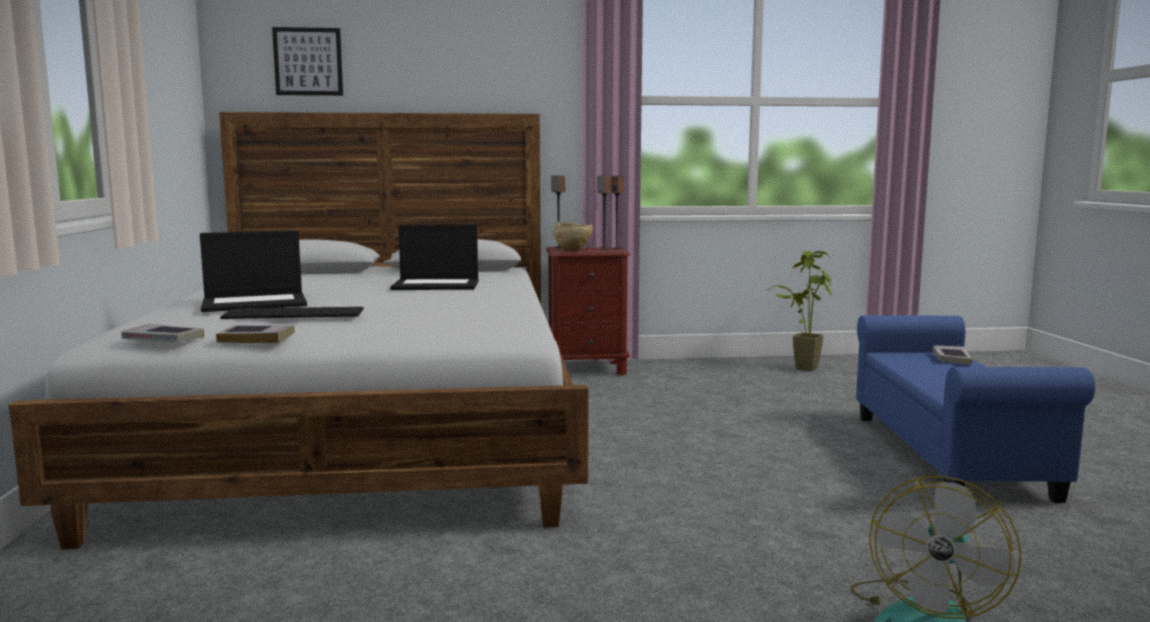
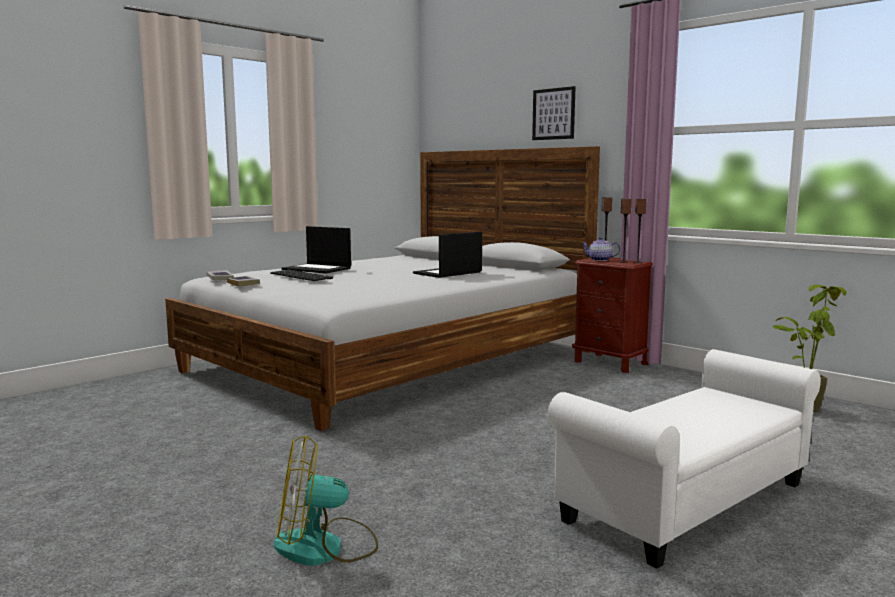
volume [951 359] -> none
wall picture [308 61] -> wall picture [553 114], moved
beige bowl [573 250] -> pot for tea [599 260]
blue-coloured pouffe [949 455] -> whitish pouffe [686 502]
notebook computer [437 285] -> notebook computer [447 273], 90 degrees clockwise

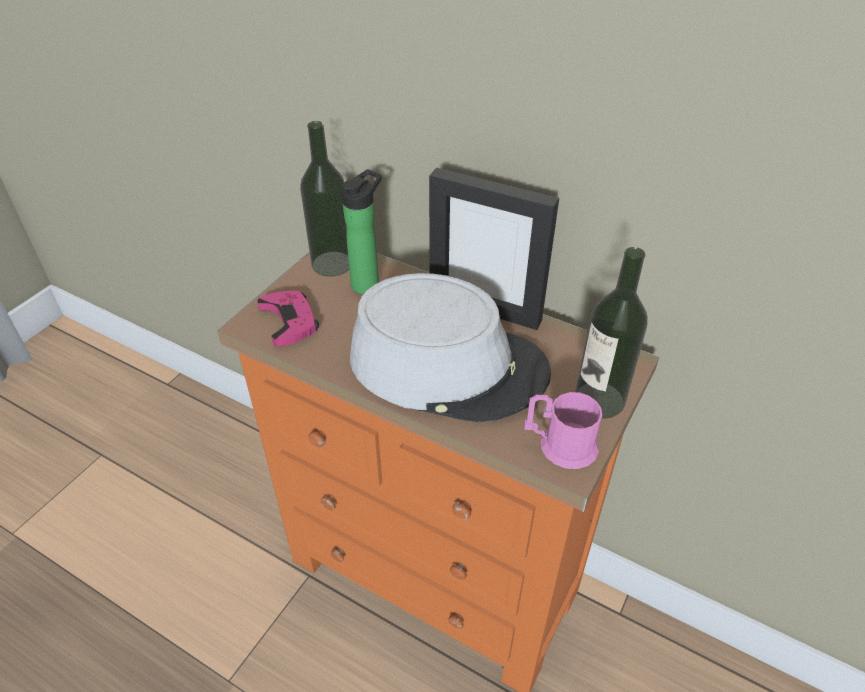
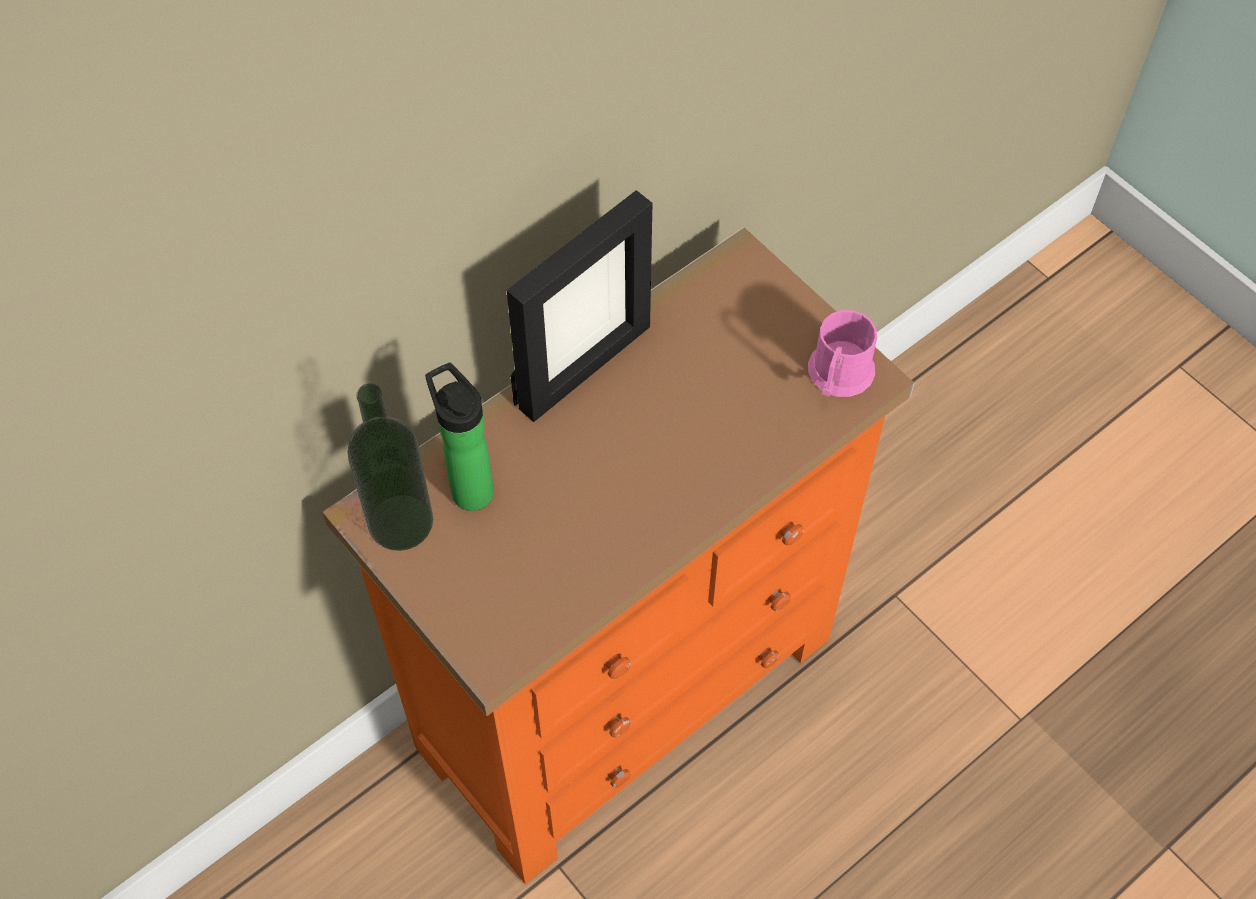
pink gamepad [289 321] -> none
greyish wearable hat [448 365] -> none
bottle [599 400] -> none

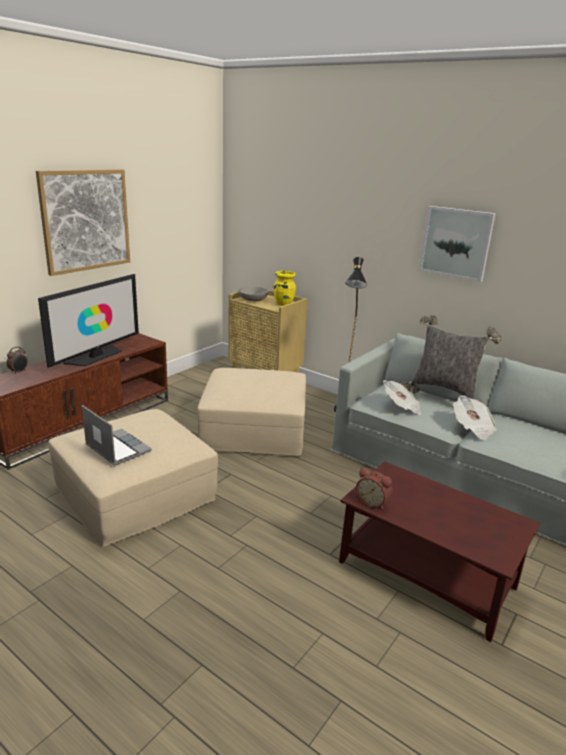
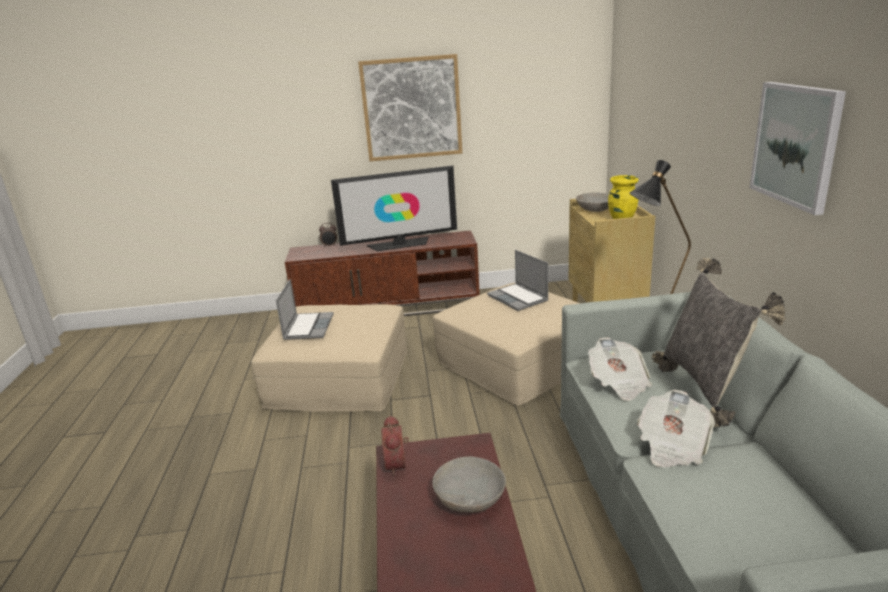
none -> greyish bowl [470 498]
none -> notebook computer [518 298]

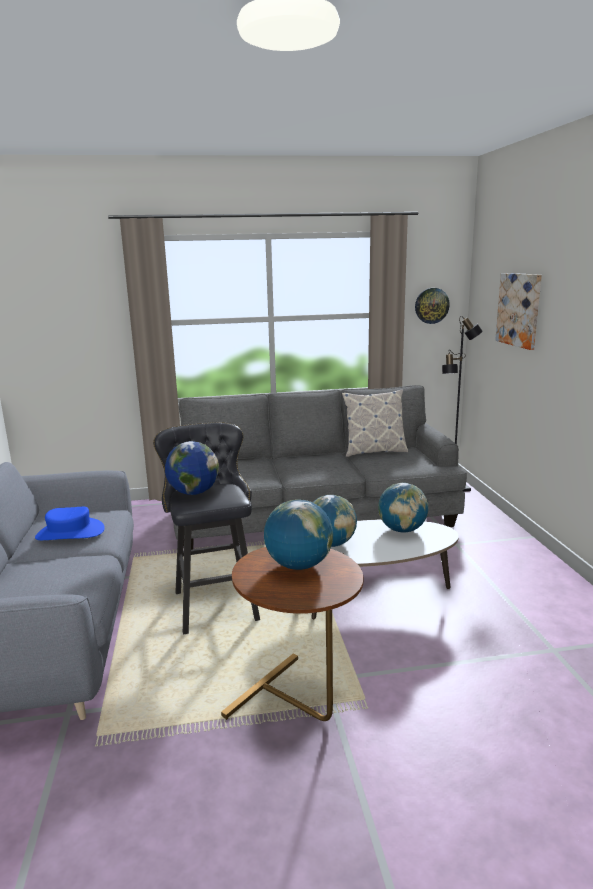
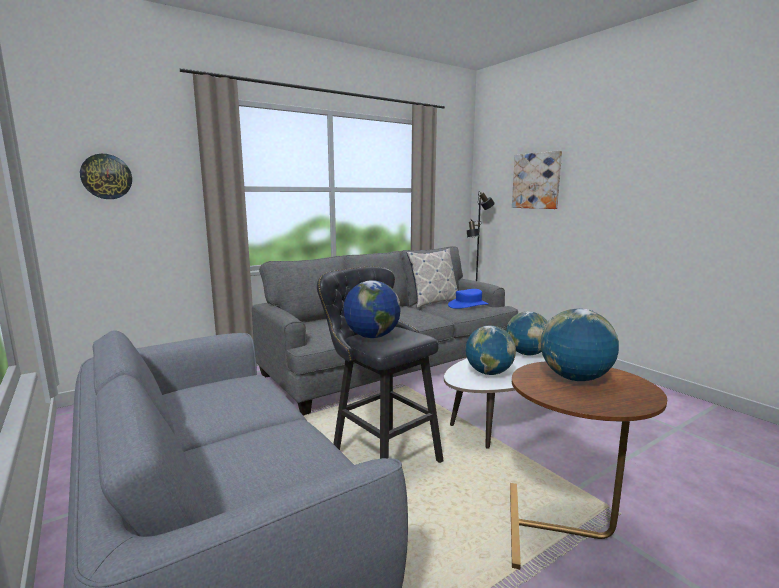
blue-coloured wearable hat [70 533] -> blue-coloured wearable hat [468 305], moved
wall clock [431 305] -> wall clock [106 176], moved

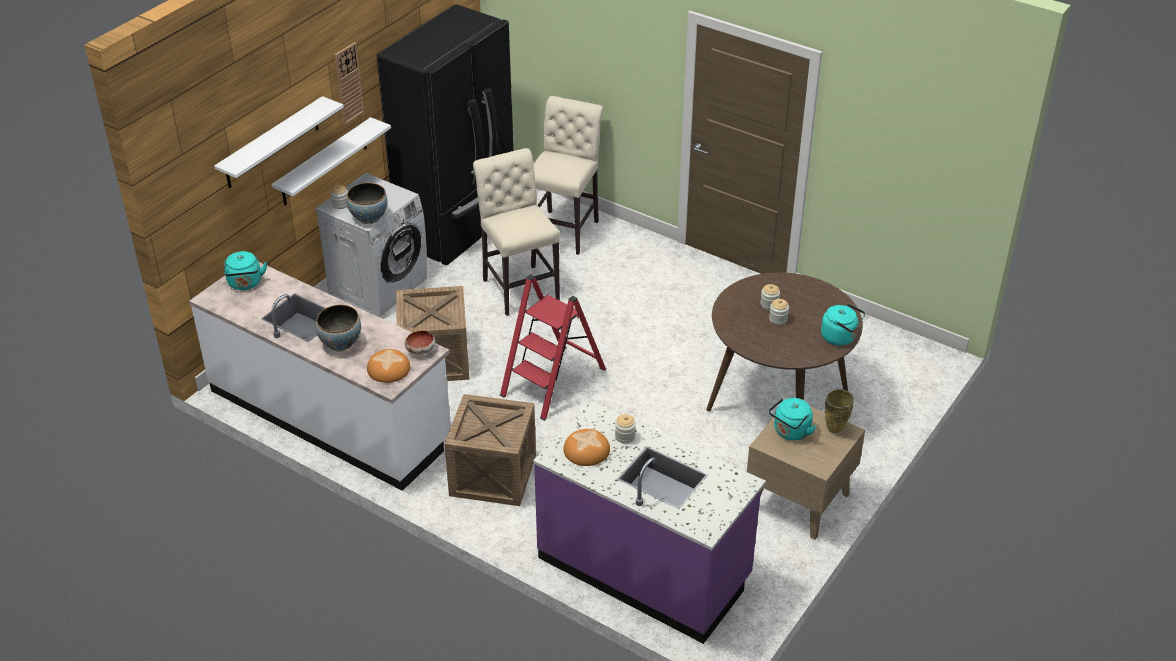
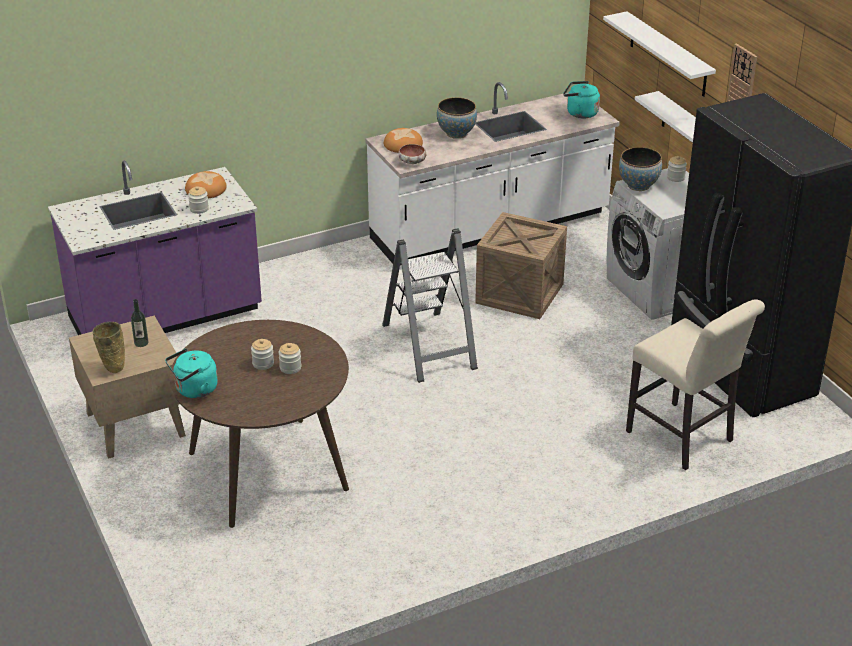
shipping crate [493 475] -> none
beige stool seat [519 287] -> none
turquoise tea kettle [790 432] -> bottle [141 343]
reddish step ladder [554 381] -> greyish step ladder [429 347]

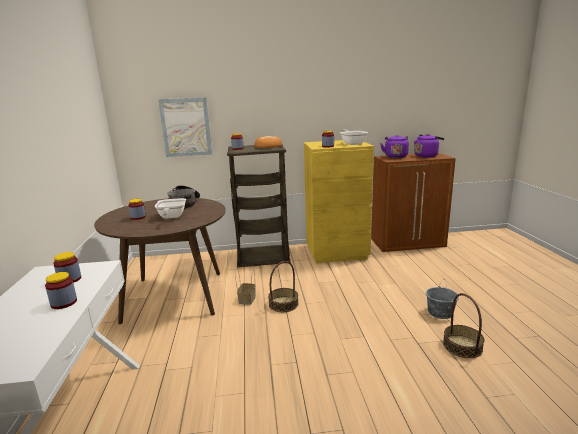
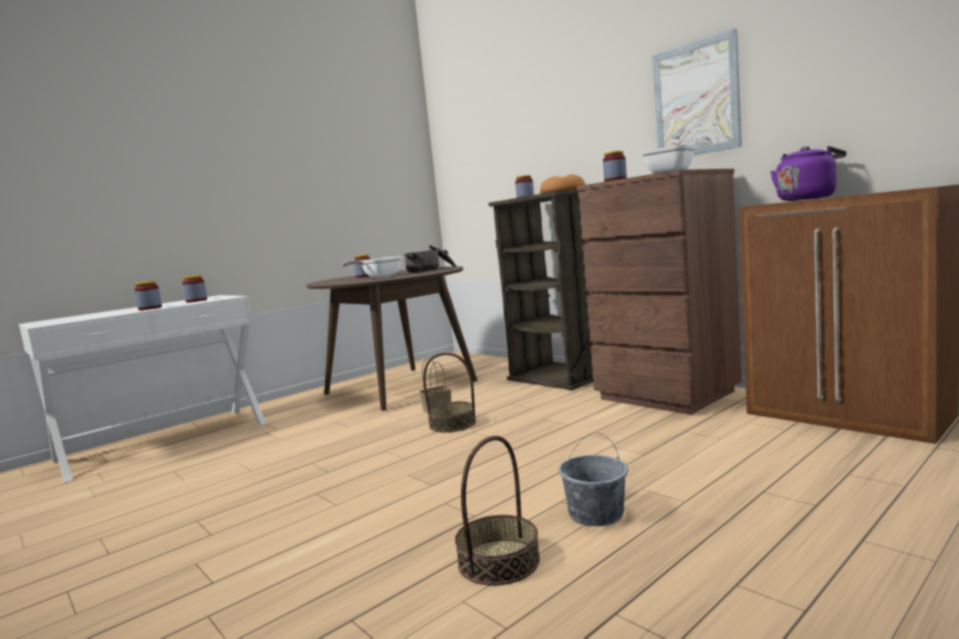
purple-coloured tea kettle [426 156] -> none
wall picture [186 127] -> wall picture [696 99], moved
yellow-coloured drawer chest [337 251] -> brown-coloured drawer chest [668 395]

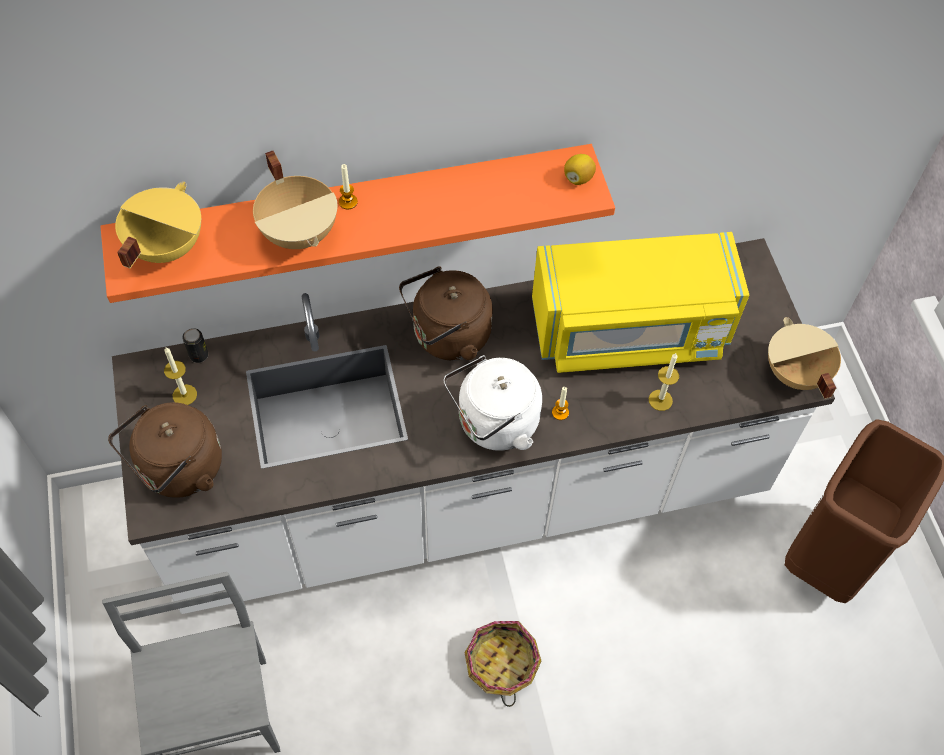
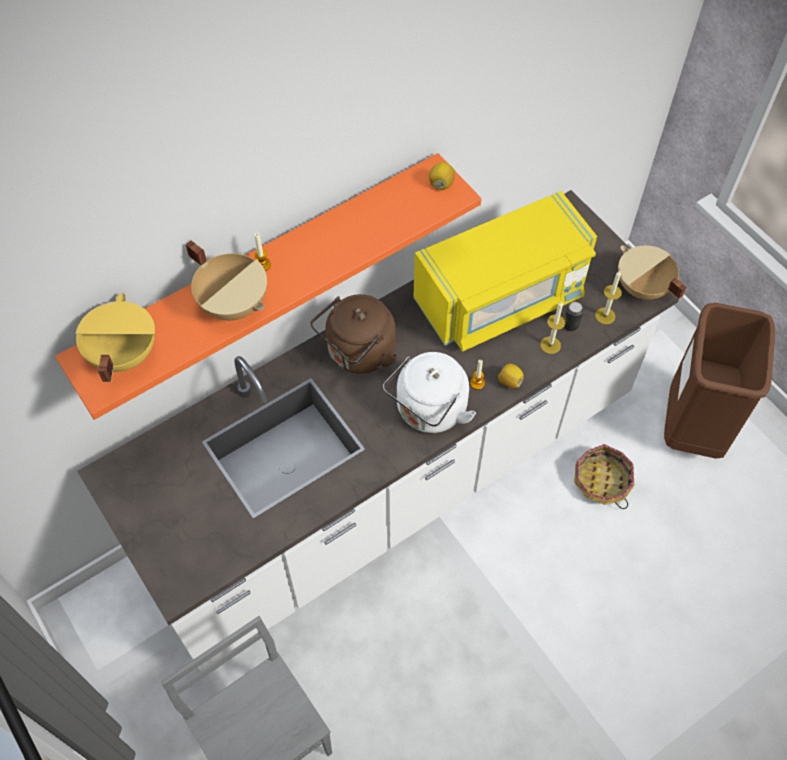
brown-coloured tea kettle [178 470] -> none
none -> citrus fruit [509 381]
candle [184 395] -> candle [605 316], moved
can [199 355] -> can [570 325], moved
storage basket [501 663] -> storage basket [601 482], moved

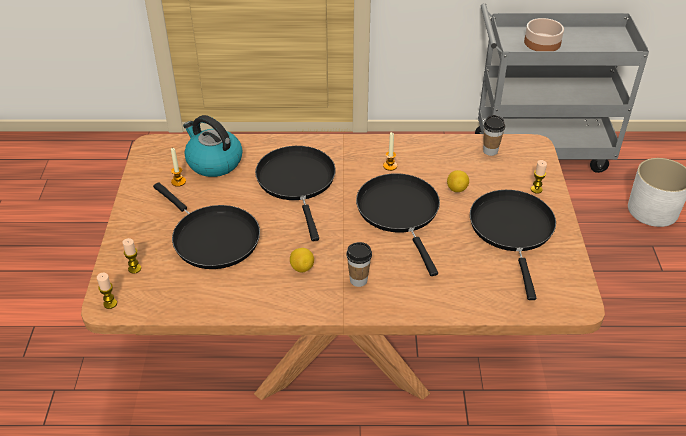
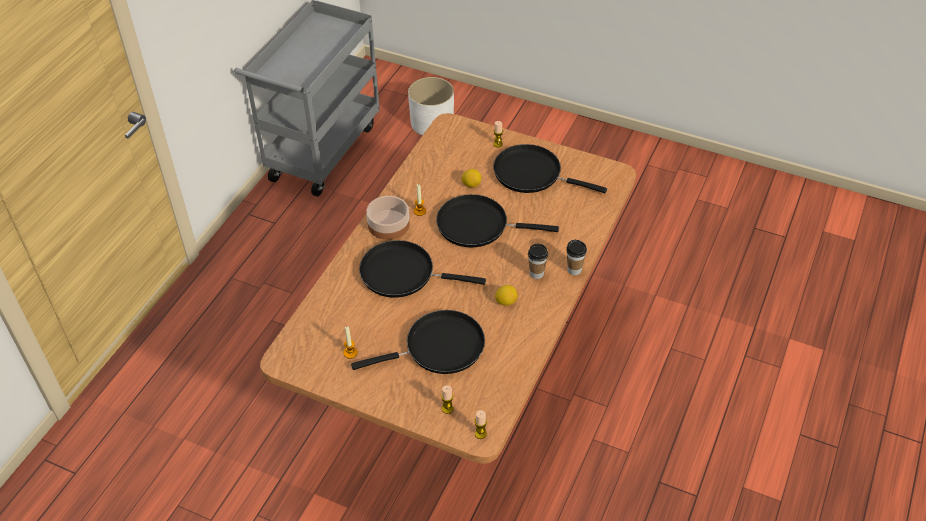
tea kettle [213 162] -> none
small cup [490 151] -> small cup [574 270], moved
bowl [543 43] -> bowl [389 224], moved

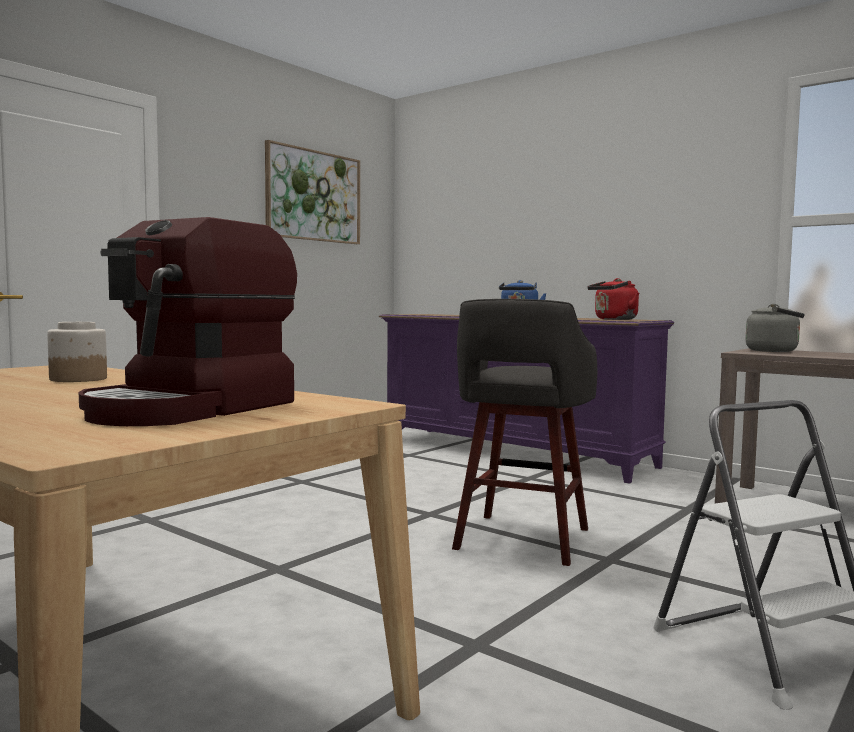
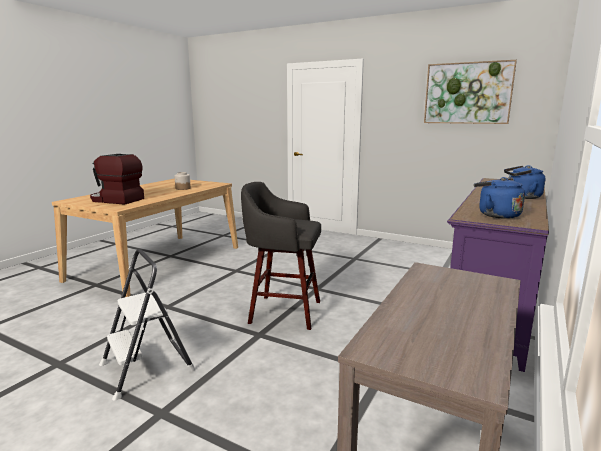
greyish tea kettle [775 351] -> none
reddish tea kettle [614 319] -> blue-coloured tea kettle [496 215]

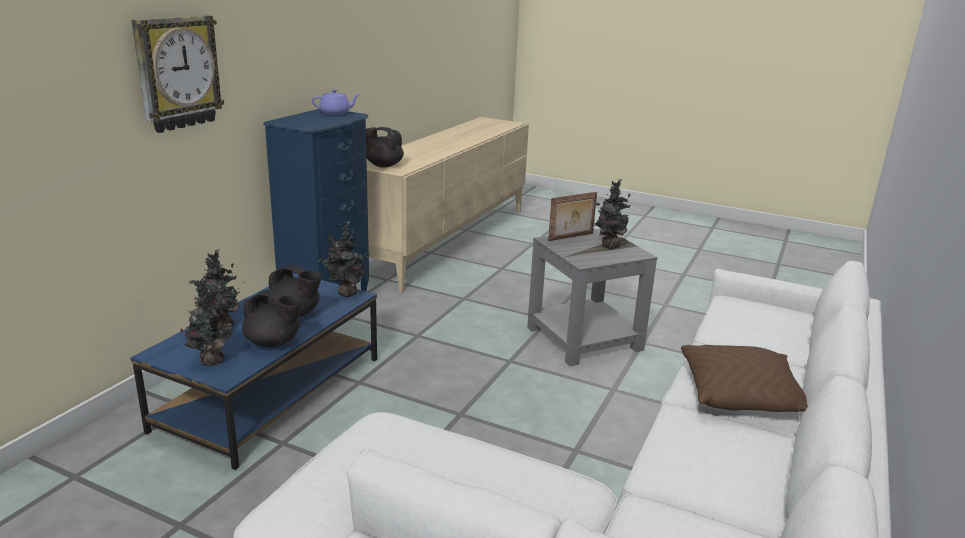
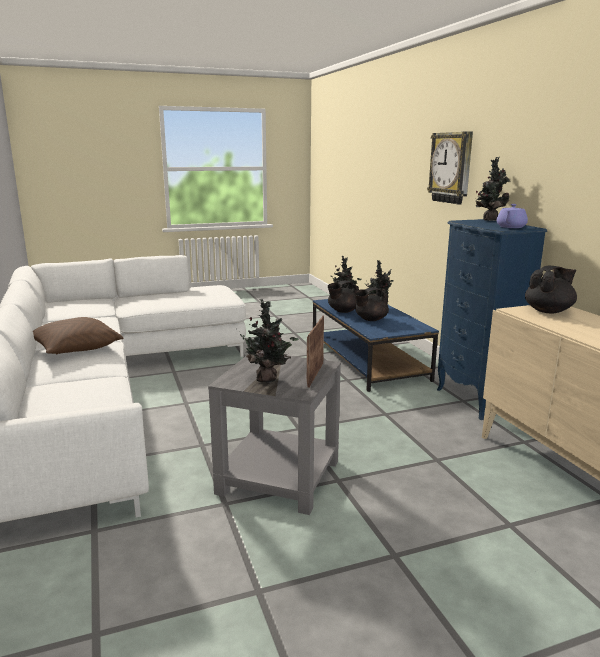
plant in a pot [346 294] -> plant in a pot [489 220], moved

